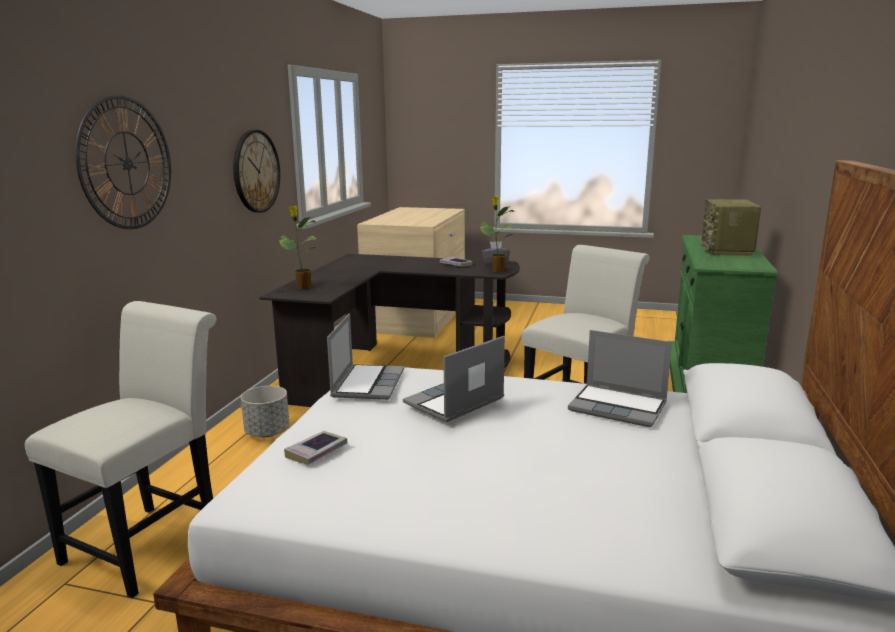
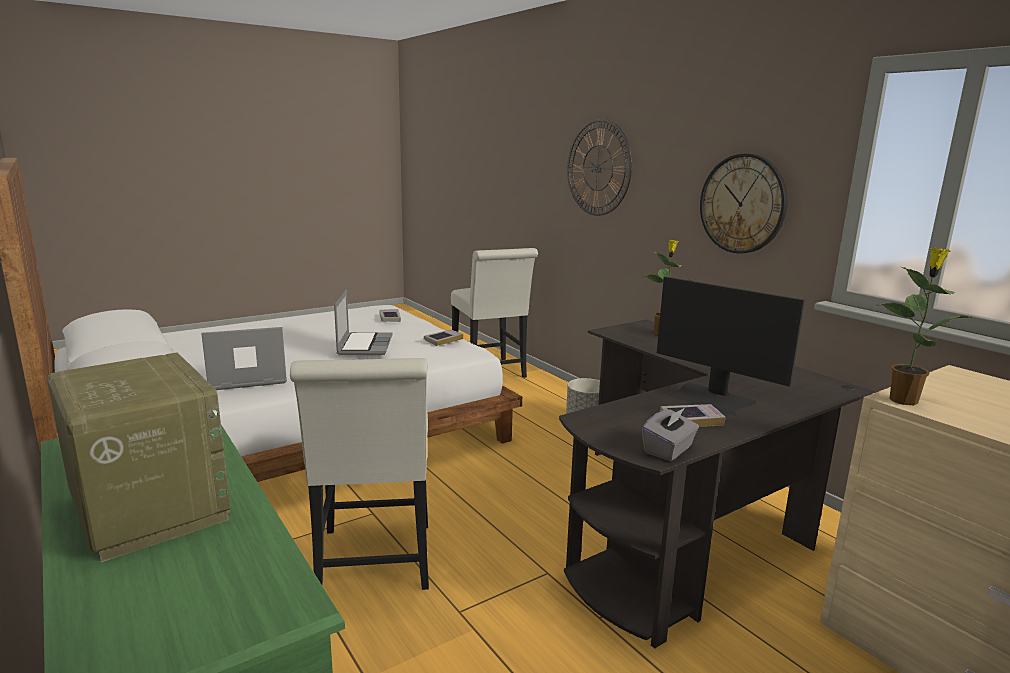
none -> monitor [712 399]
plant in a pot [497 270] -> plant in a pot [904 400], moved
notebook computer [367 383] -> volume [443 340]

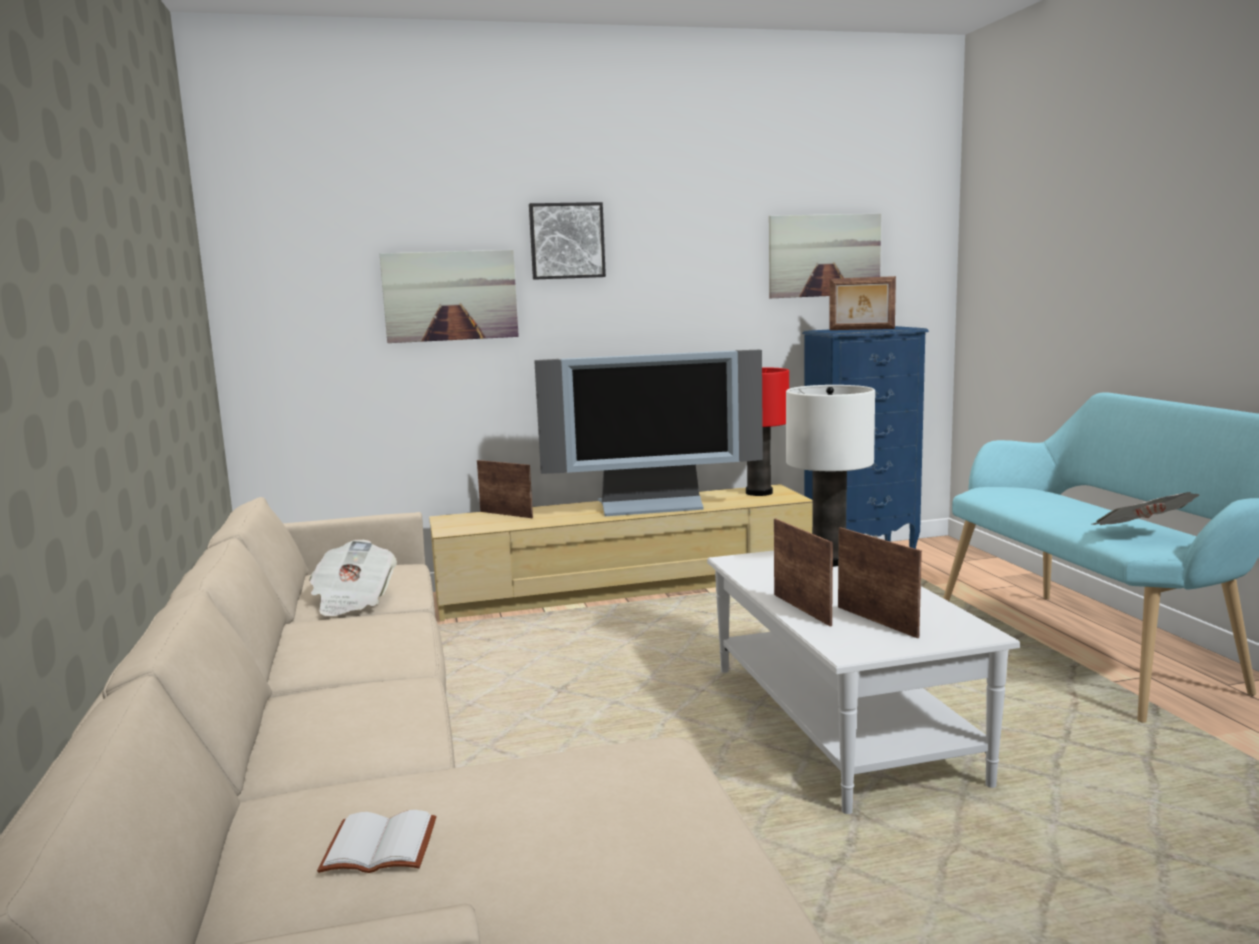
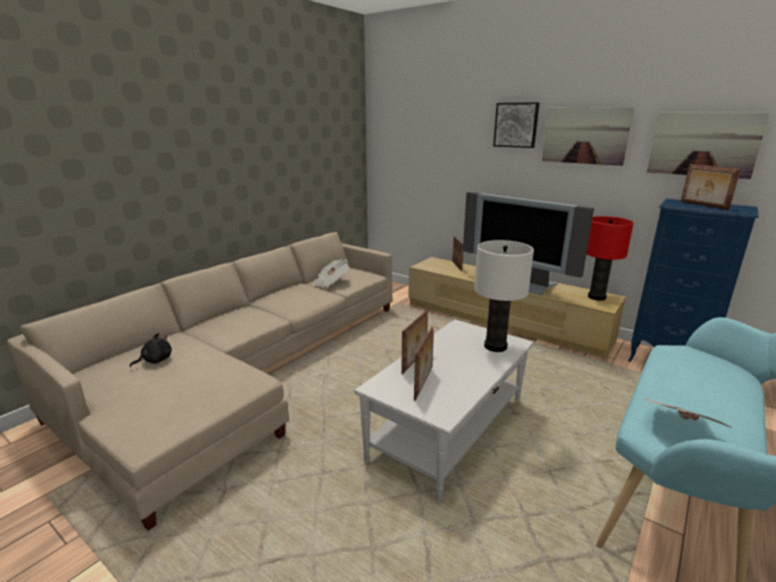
wall picture [450 296] -> wall picture [585 135], moved
whitish volume [377 849] -> blackish soft toy [155 360]

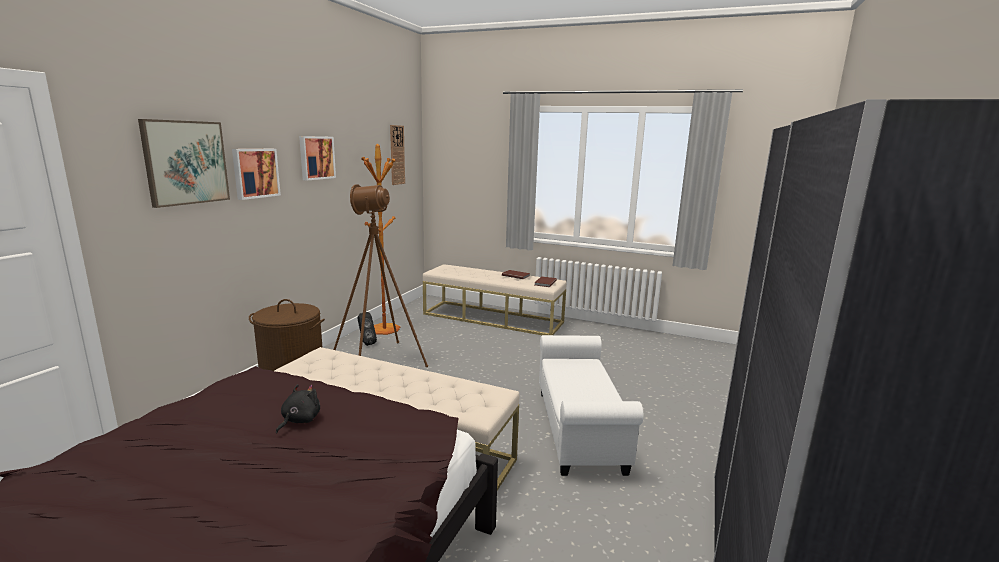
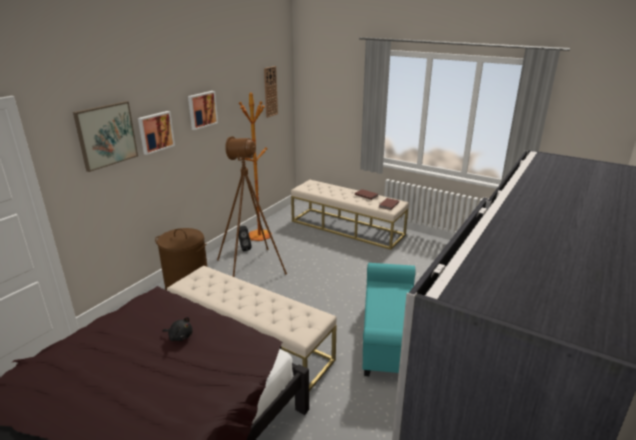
whitish pouffe [579 429] -> turquoise pouffe [388 338]
blackish soft toy [299 420] -> blackish soft toy [180 336], 75 degrees clockwise

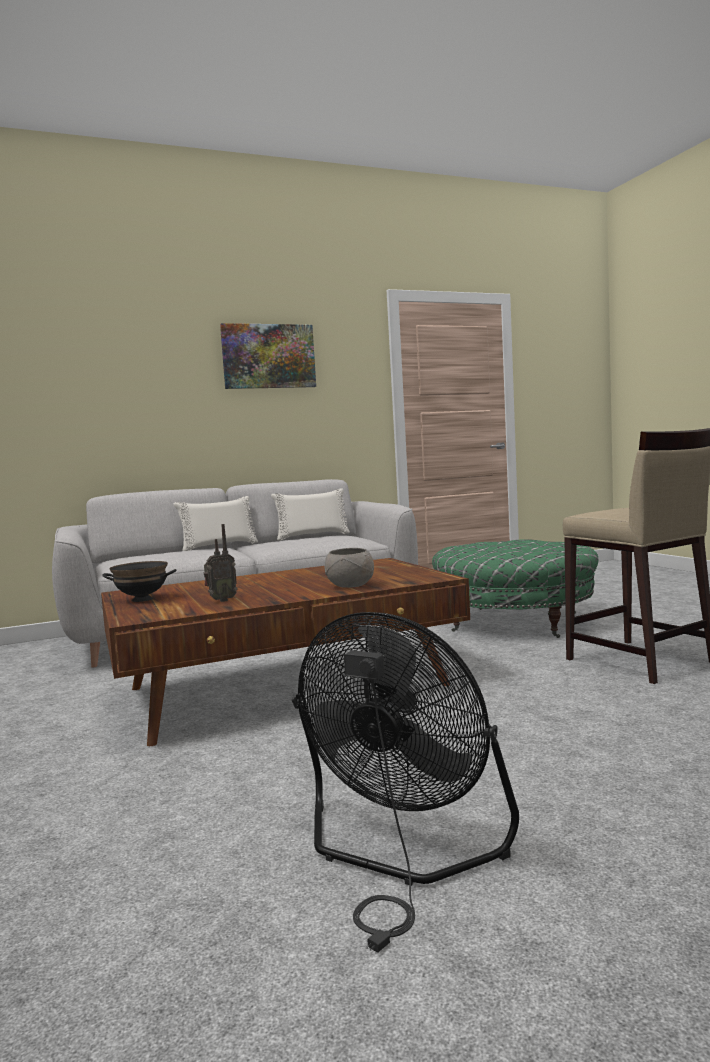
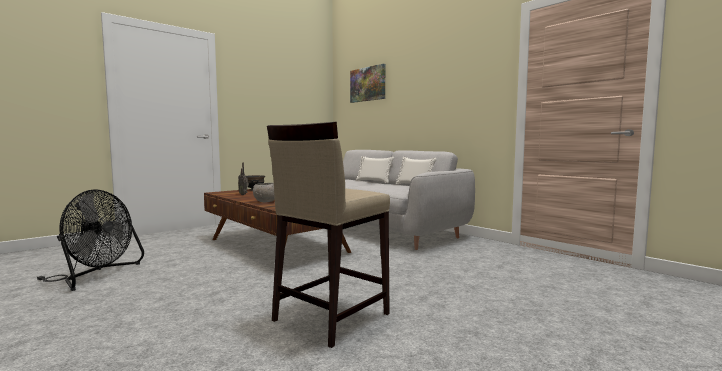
greenish pouffe [515 622] -> none
wall picture [268 356] -> wall picture [368 84], moved

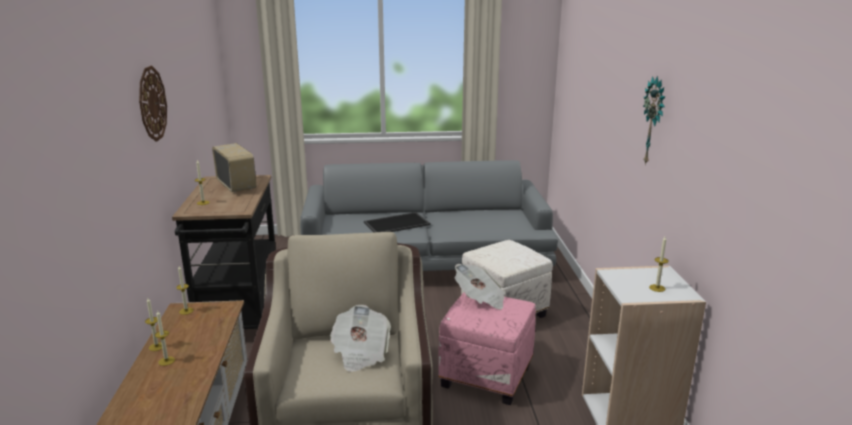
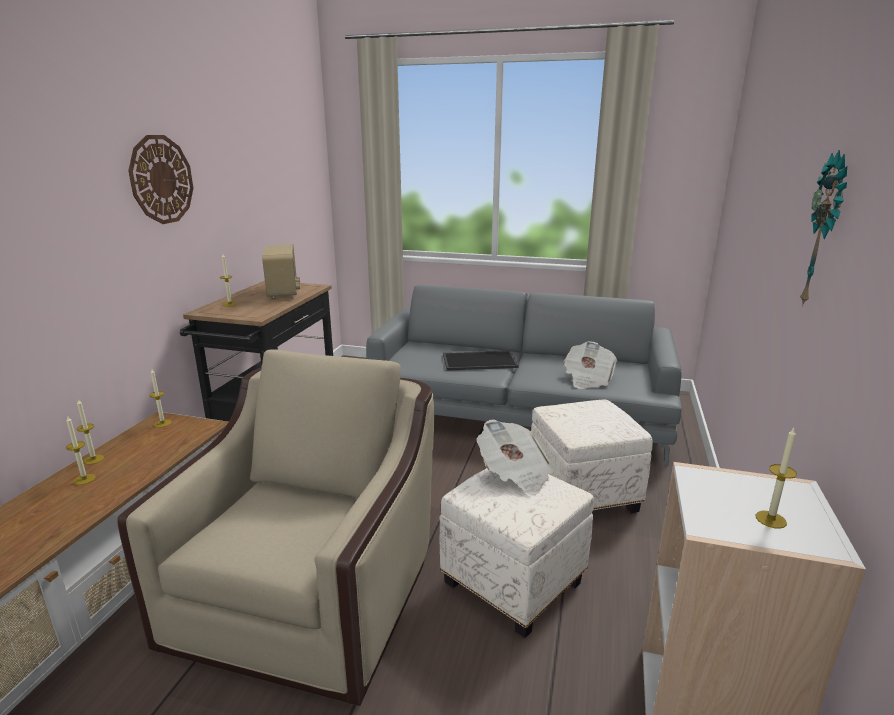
printed paper [360 353] -> printed paper [587 379], moved
pink pouffe [487 376] -> whitish pouffe [514 583]

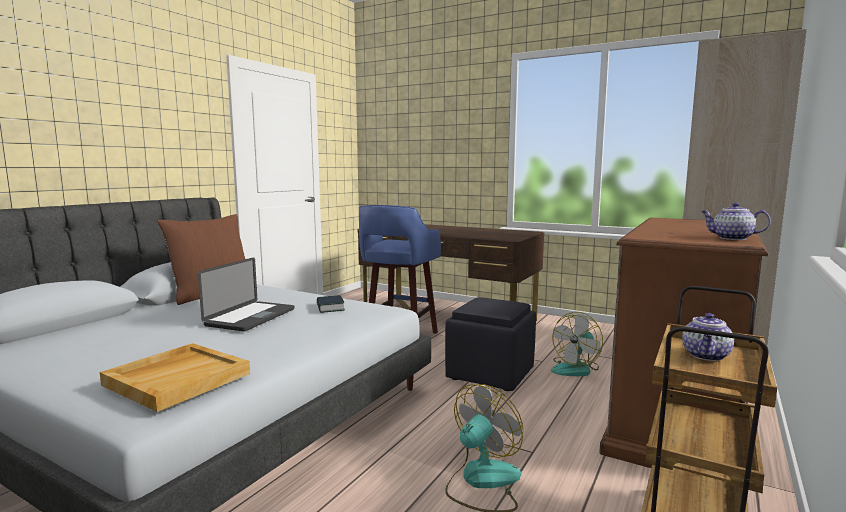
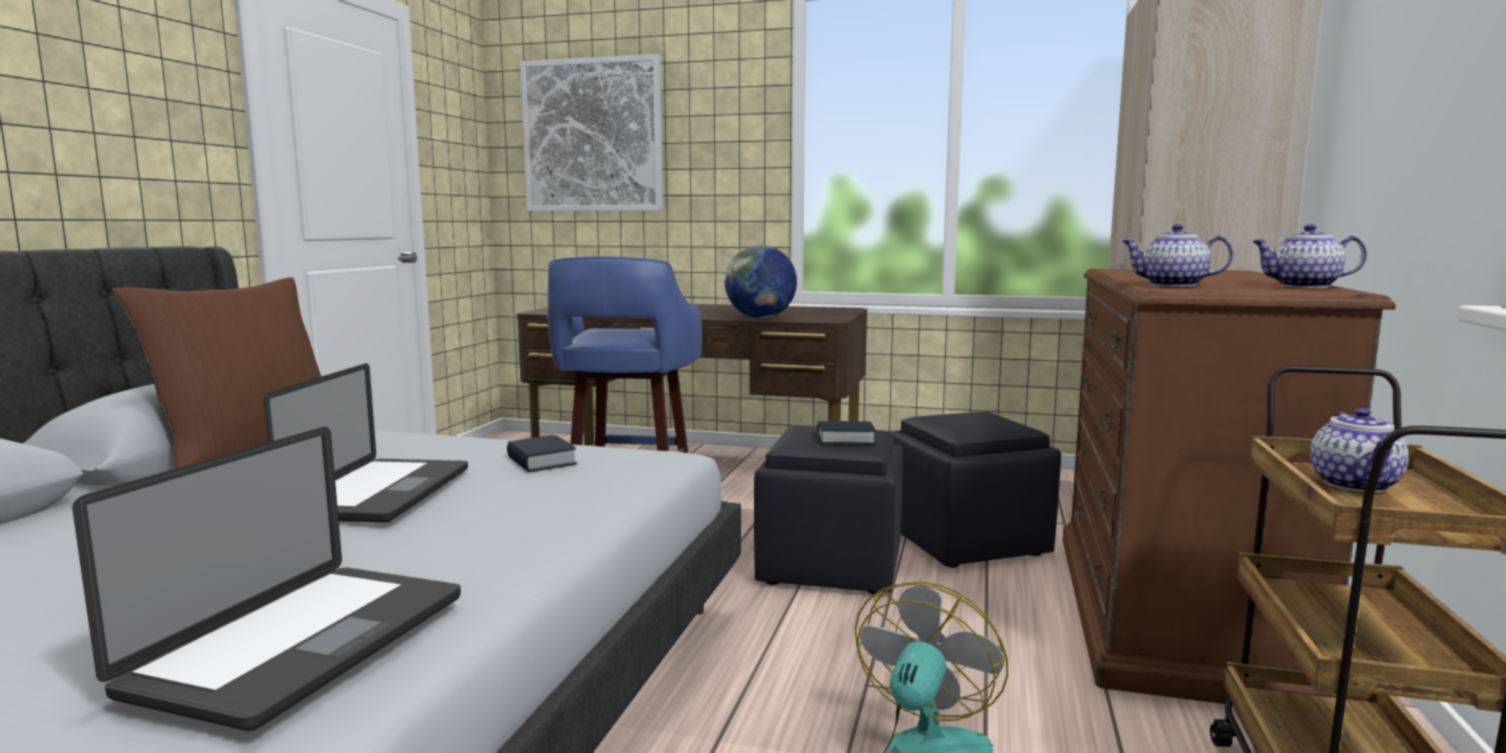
none -> wall picture [593 136]
none -> world globe [760 318]
none -> volume [845 439]
none -> pot for tea [1171 285]
beige serving tray [178 379] -> notebook computer [303 643]
cooling fan [576 369] -> blackish pouffe [969 542]

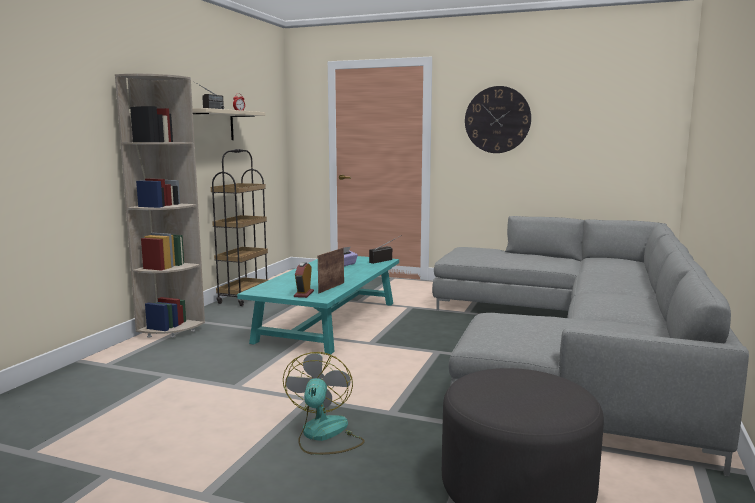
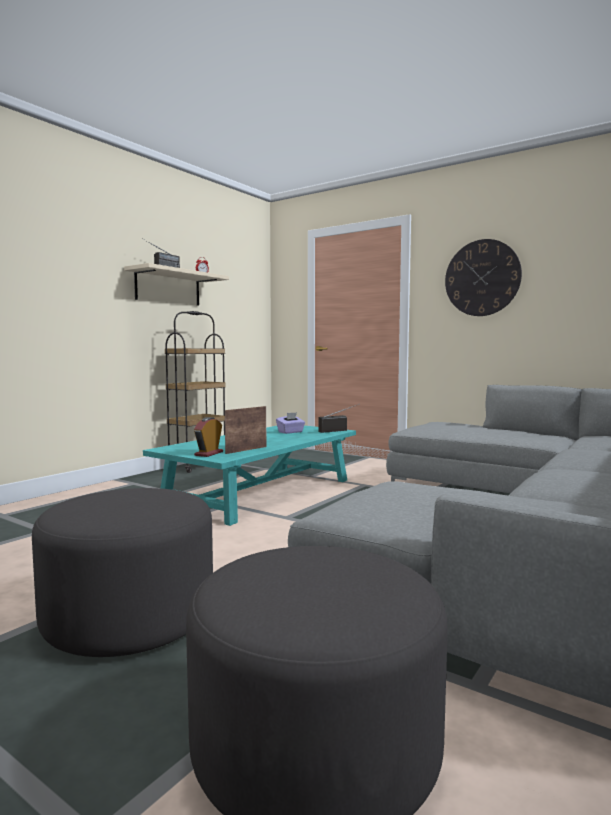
beige bookcase [171 333] -> none
cooling fan [324 435] -> greyish pouffe [129 617]

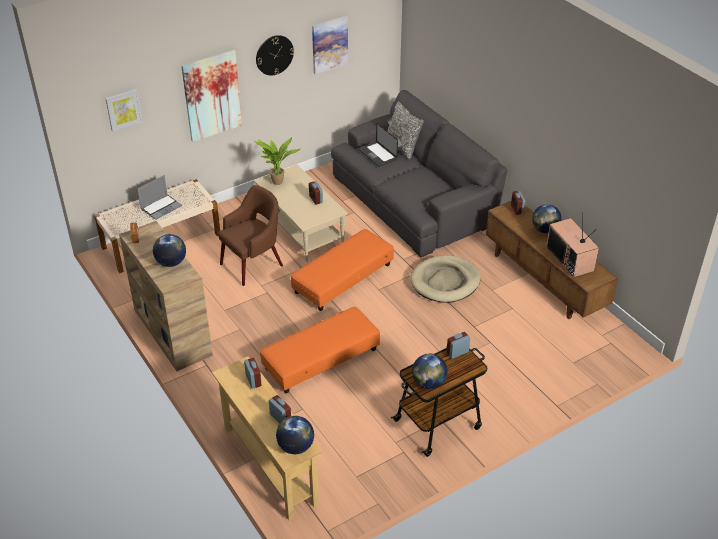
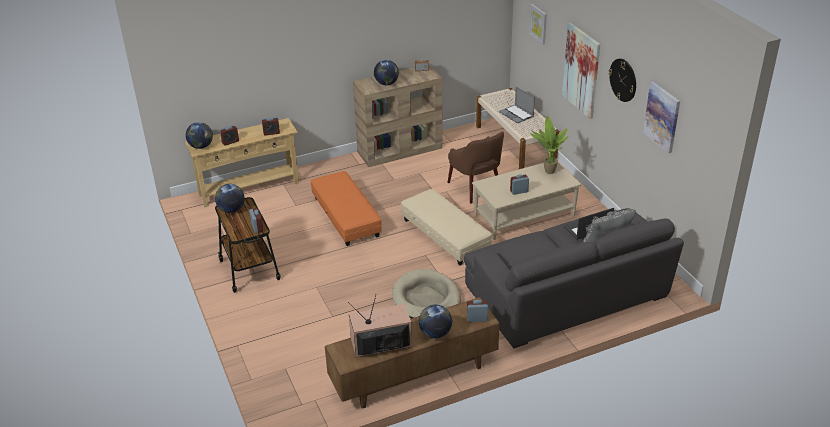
orangey pouffe [343 278] -> beige pouffe [445 236]

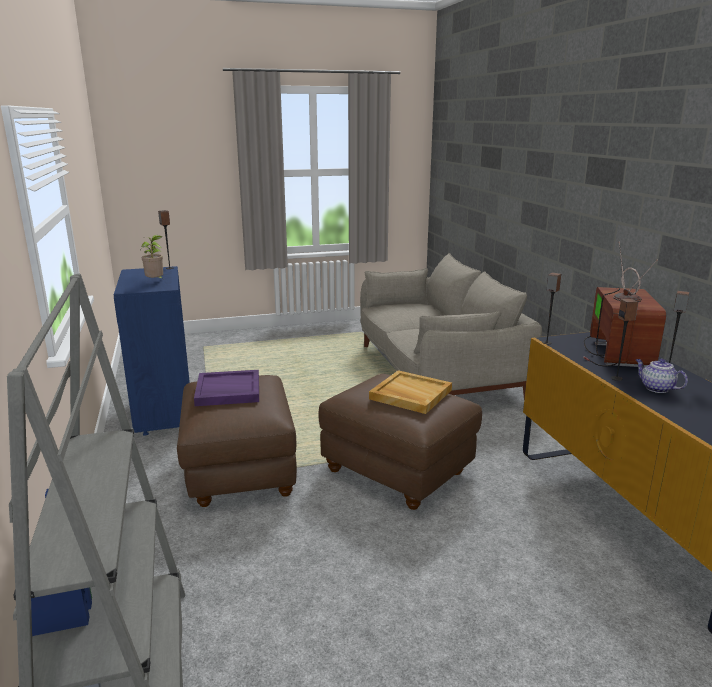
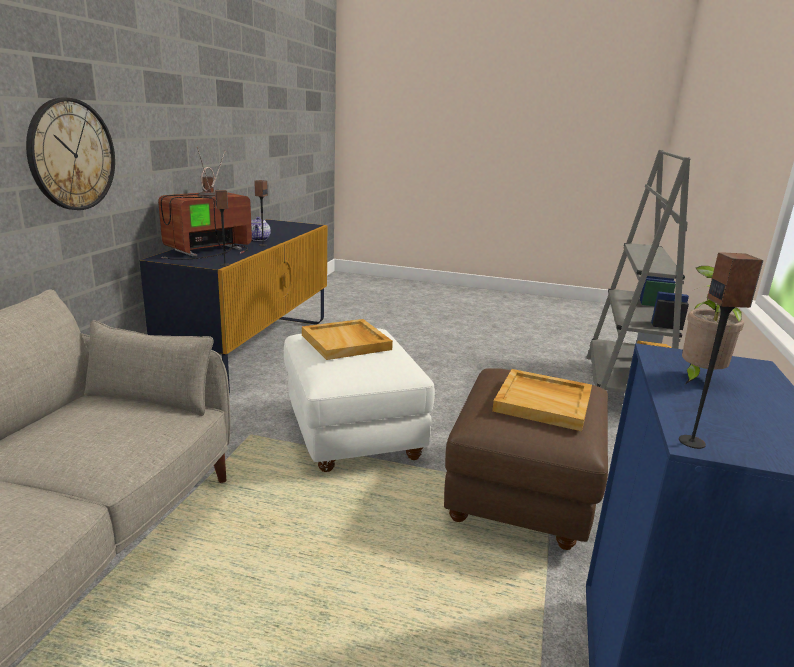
none -> wall clock [71 155]
purple-coloured serving tray [227 391] -> beige serving tray [544 402]
brown-coloured pouffe [398 470] -> whitish pouffe [352 433]

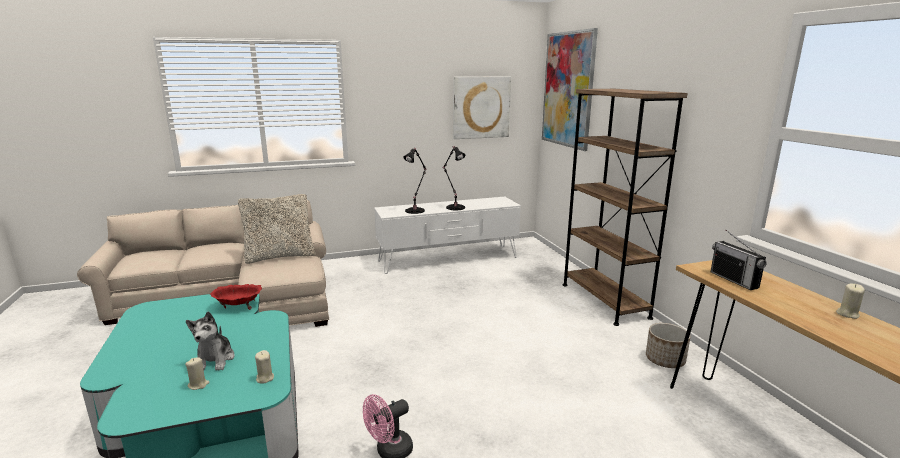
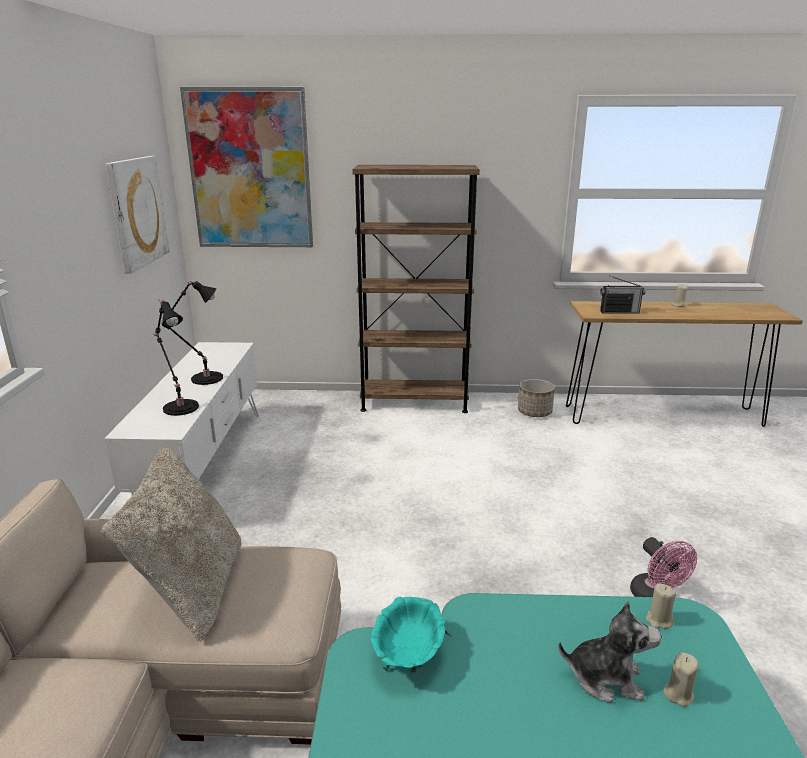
reddish bowl [238 306] -> turquoise bowl [409 655]

